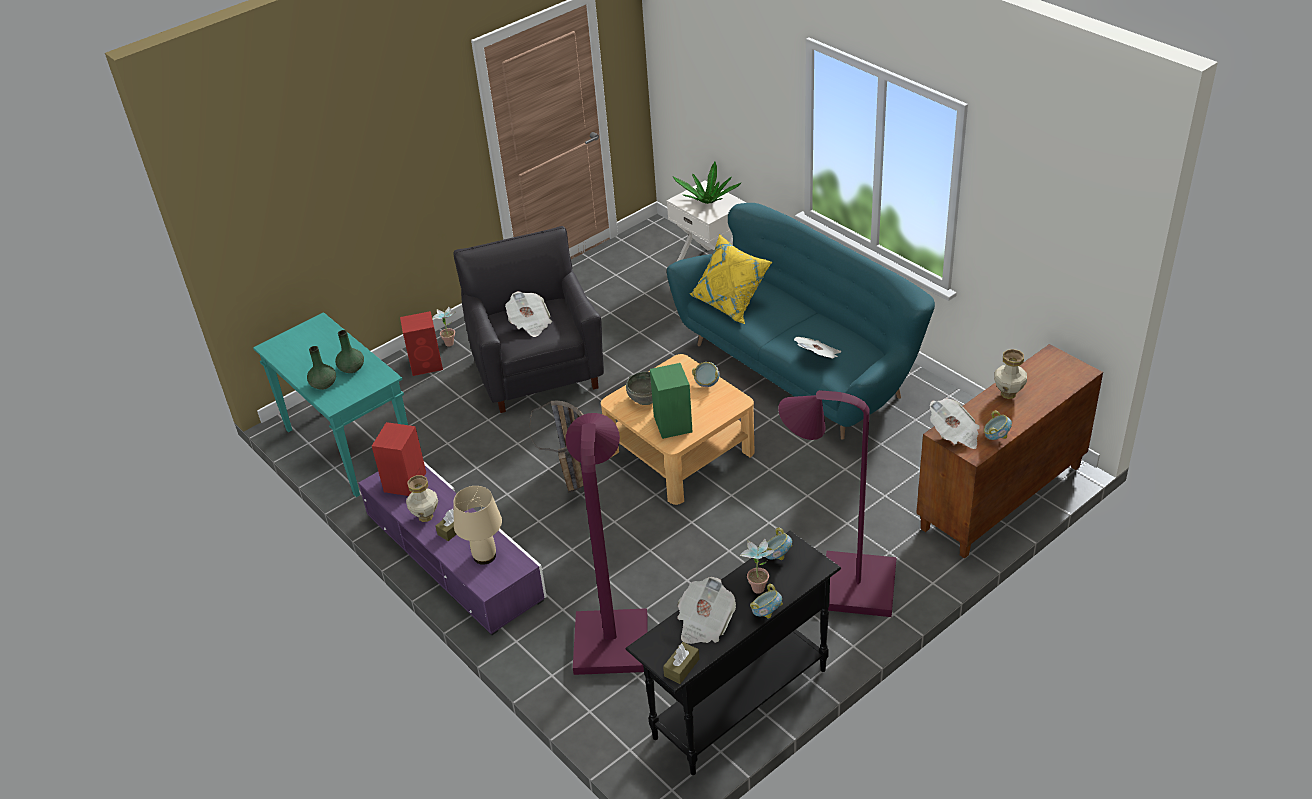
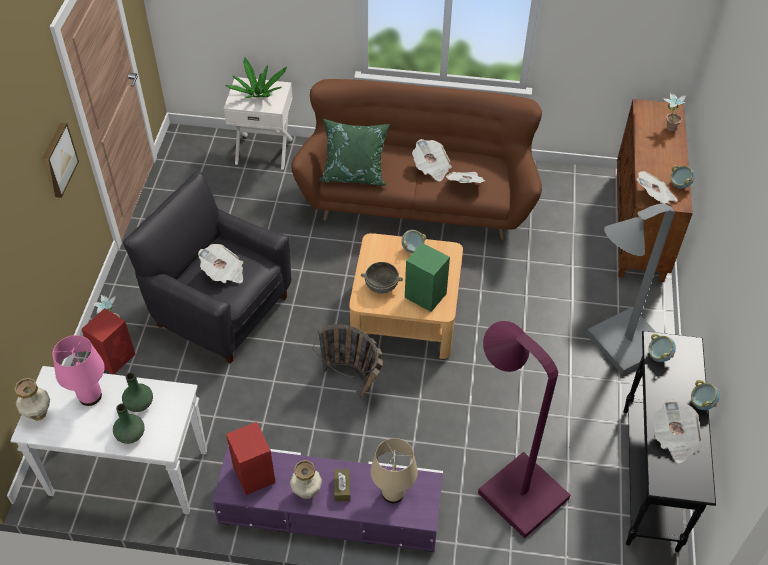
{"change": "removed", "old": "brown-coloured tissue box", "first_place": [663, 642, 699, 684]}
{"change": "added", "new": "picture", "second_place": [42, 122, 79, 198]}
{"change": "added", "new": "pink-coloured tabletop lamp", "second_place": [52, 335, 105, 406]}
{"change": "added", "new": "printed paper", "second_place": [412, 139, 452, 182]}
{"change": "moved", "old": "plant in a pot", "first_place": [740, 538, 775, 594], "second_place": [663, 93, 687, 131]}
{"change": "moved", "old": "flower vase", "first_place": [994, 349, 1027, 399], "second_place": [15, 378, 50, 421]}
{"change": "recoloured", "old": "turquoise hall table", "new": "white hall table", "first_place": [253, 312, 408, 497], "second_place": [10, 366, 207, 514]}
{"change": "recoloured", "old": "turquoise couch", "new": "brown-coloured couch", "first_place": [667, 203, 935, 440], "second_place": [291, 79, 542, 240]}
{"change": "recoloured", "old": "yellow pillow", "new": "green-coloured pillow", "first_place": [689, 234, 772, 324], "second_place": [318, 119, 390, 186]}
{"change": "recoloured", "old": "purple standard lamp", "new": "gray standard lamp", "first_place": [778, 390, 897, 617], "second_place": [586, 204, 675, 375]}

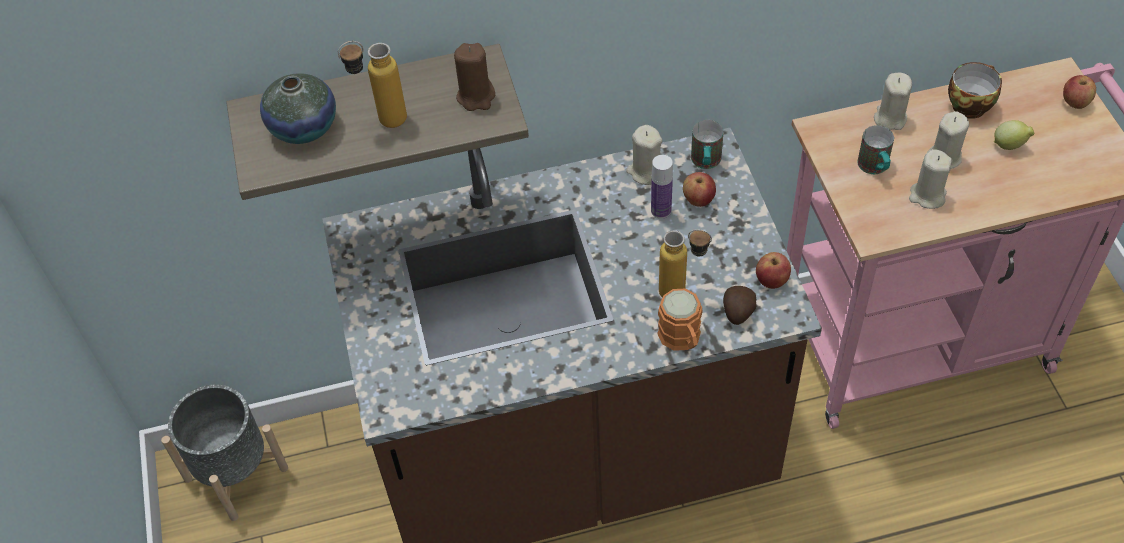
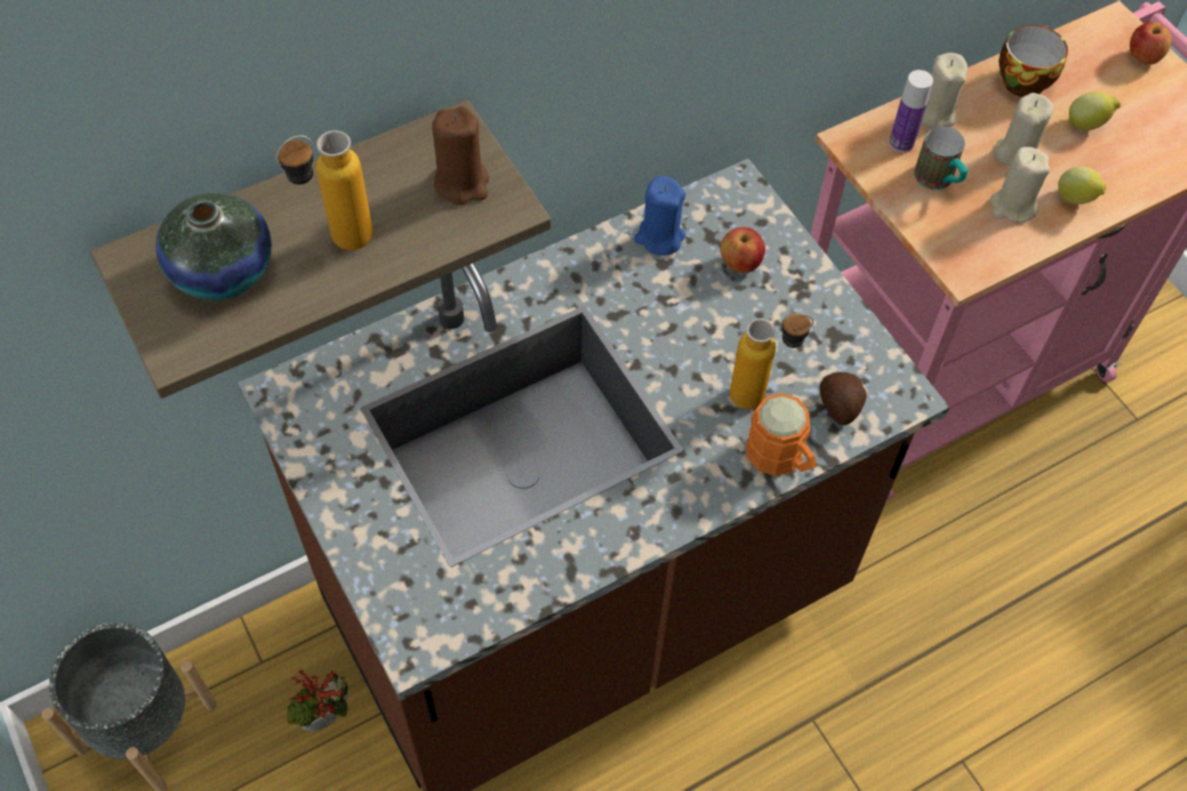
{"change": "removed", "old": "tea mug", "first_place": [691, 120, 724, 169]}
{"change": "removed", "old": "apple fruit", "first_place": [756, 252, 791, 289]}
{"change": "added", "new": "plant in a pot", "second_place": [286, 670, 348, 732]}
{"change": "added", "new": "lemon", "second_place": [1058, 166, 1106, 204]}
{"change": "moved", "old": "beverage bottle", "first_place": [651, 155, 673, 219], "second_place": [889, 70, 933, 153]}
{"change": "recoloured", "old": "beige wax light", "new": "bluish wax light", "first_place": [626, 125, 662, 185], "second_place": [634, 176, 686, 255]}

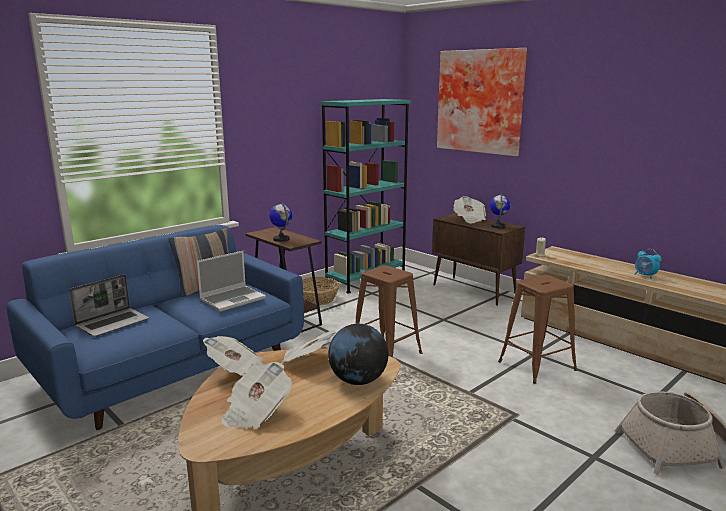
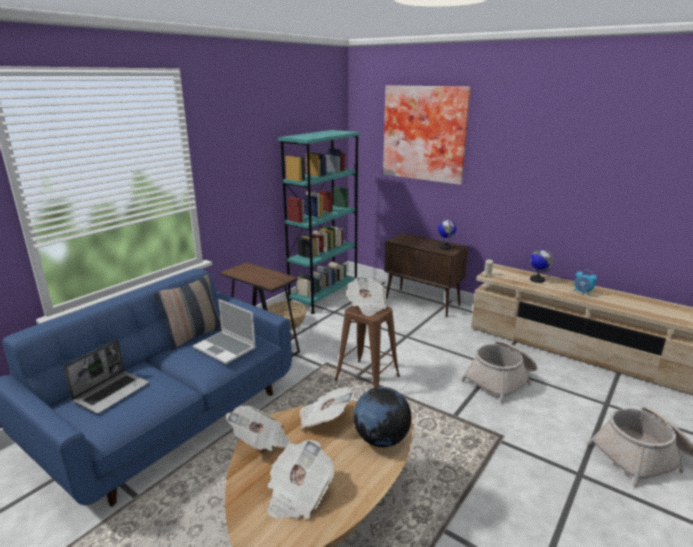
{"change": "moved", "old": "desk globe", "first_place": [269, 202, 292, 242], "second_place": [530, 249, 554, 283]}
{"change": "moved", "old": "printed paper", "first_place": [453, 196, 486, 223], "second_place": [347, 276, 387, 316]}
{"change": "replaced", "old": "brown-coloured stool seat", "new": "household basket", "first_place": [498, 275, 577, 384], "second_place": [461, 341, 537, 404]}
{"change": "turned", "old": "portable computer", "first_place": [197, 251, 266, 311], "second_place": [193, 299, 256, 364], "degrees": 90}

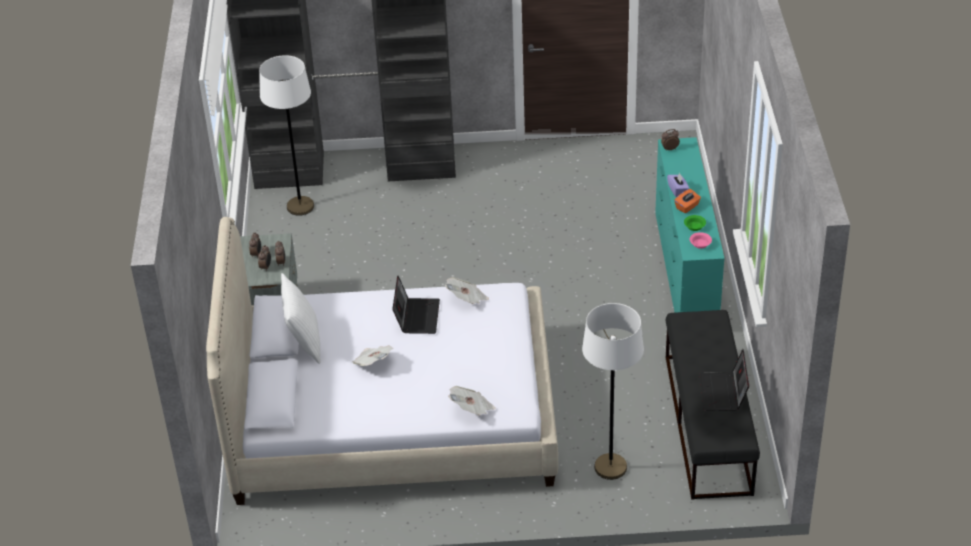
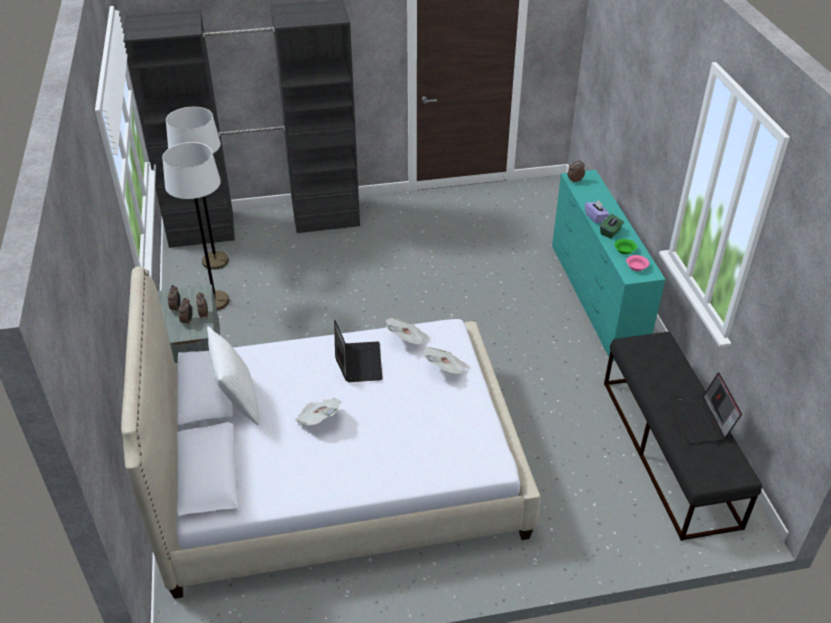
{"change": "moved", "old": "printed paper", "first_place": [448, 386, 496, 415], "second_place": [423, 347, 470, 375]}
{"change": "moved", "old": "white standard lamp", "first_place": [582, 303, 644, 480], "second_place": [162, 142, 229, 310]}
{"change": "recoloured", "old": "orange-coloured tissue box", "new": "green-coloured tissue box", "first_place": [674, 189, 701, 213], "second_place": [600, 214, 624, 238]}

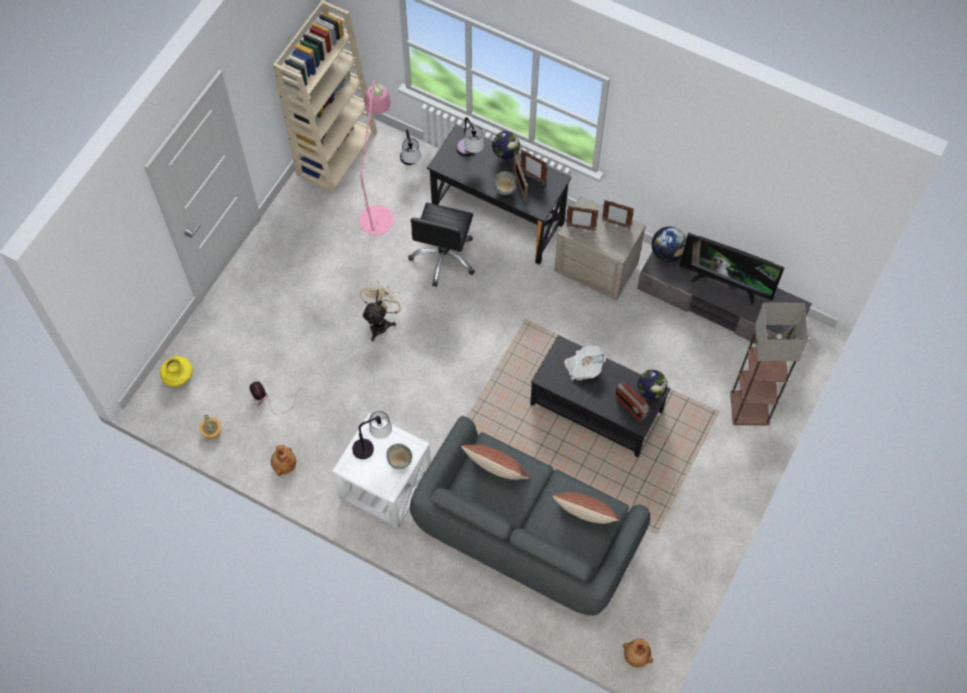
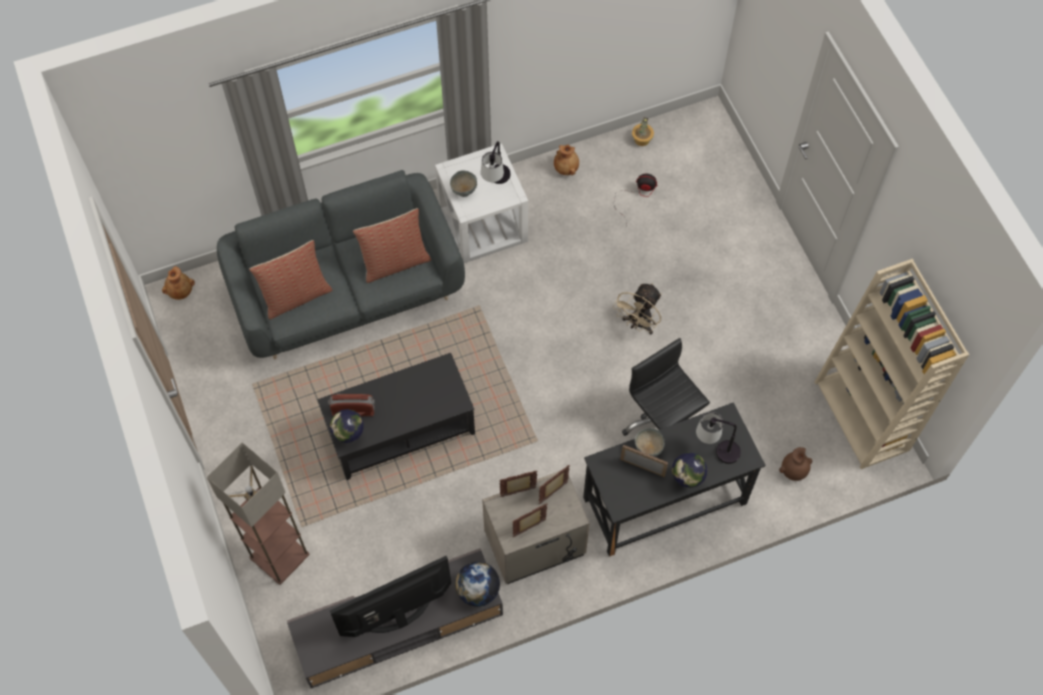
{"change": "removed", "old": "yellow flower vase", "first_place": [160, 356, 193, 387]}
{"change": "removed", "old": "pink-coloured standard lamp", "first_place": [356, 80, 394, 302]}
{"change": "removed", "old": "printed paper", "first_place": [564, 346, 606, 380]}
{"change": "moved", "old": "picture frame", "first_place": [521, 149, 547, 184], "second_place": [499, 471, 538, 497]}
{"change": "replaced", "old": "tabletop lamp", "new": "brown-coloured flower vase", "first_place": [400, 129, 421, 165], "second_place": [779, 447, 813, 481]}
{"change": "turned", "old": "beige fan", "first_place": [360, 281, 404, 341], "second_place": [613, 283, 662, 335], "degrees": 60}

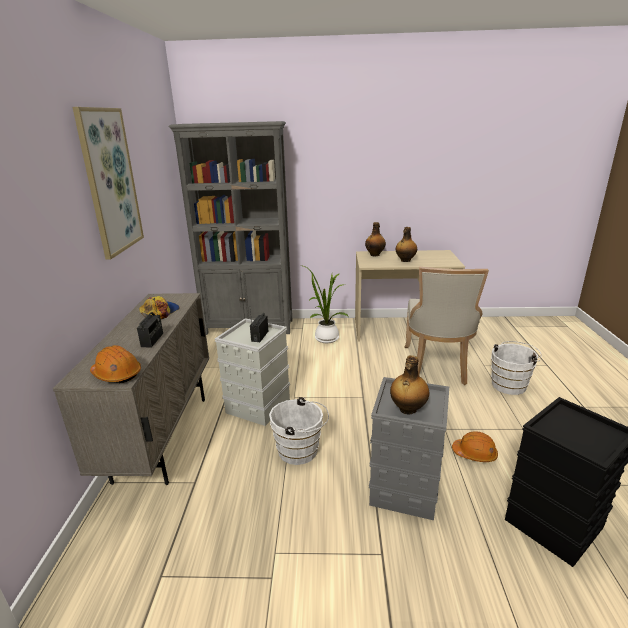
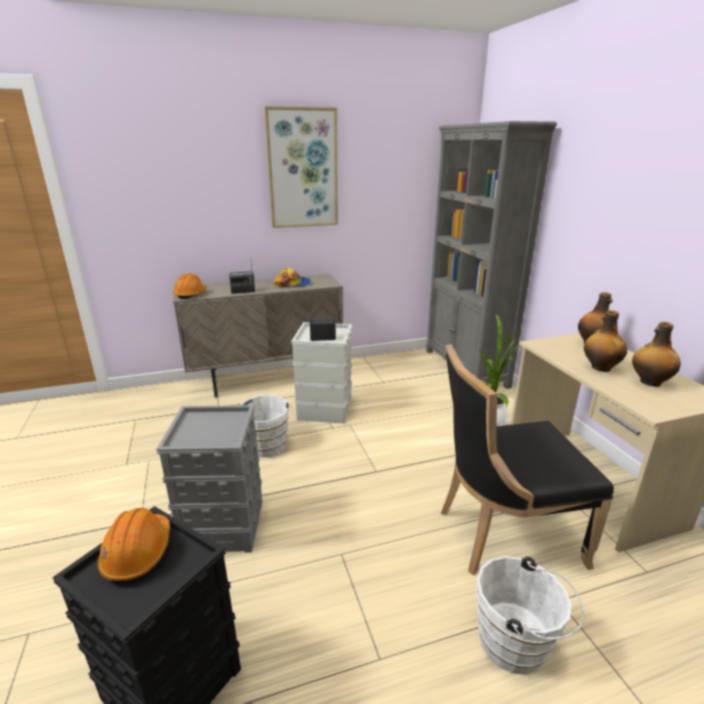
{"change": "moved", "old": "beverage bottle", "first_place": [390, 355, 429, 415], "second_place": [632, 322, 681, 387]}
{"change": "moved", "old": "orange-coloured work helmet", "first_place": [452, 432, 498, 462], "second_place": [97, 508, 170, 581]}
{"change": "recoloured", "old": "beige plain chair", "new": "black-coloured plain chair", "first_place": [404, 267, 489, 385], "second_place": [441, 344, 614, 575]}

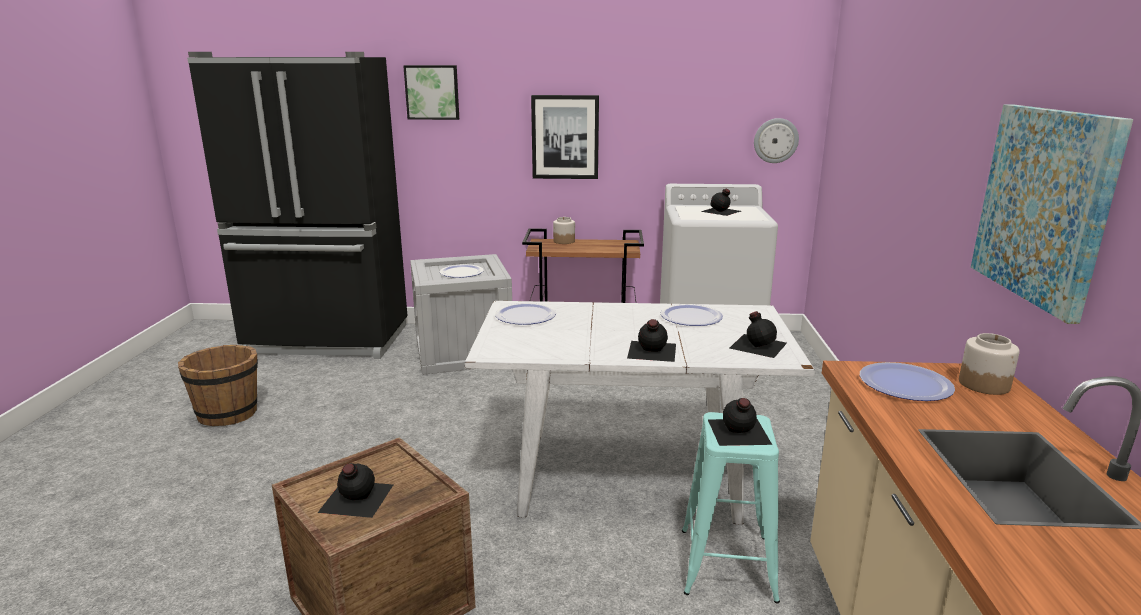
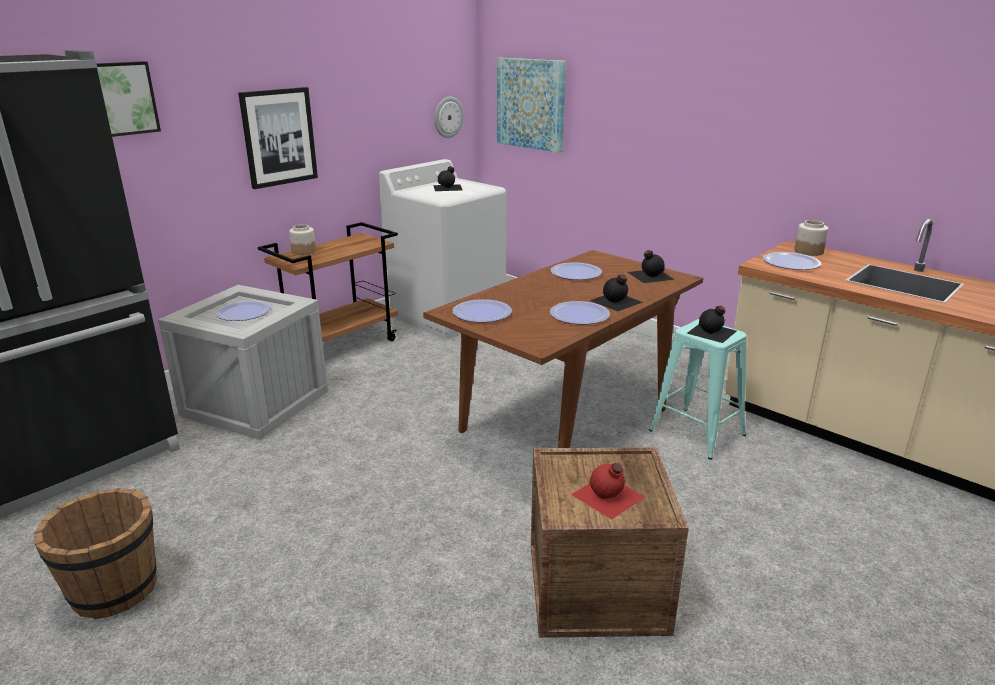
{"change": "added", "new": "dinner plate", "second_place": [550, 301, 610, 325]}
{"change": "moved", "old": "picture", "first_place": [971, 104, 1133, 324], "second_place": [497, 58, 566, 153]}
{"change": "recoloured", "old": "black-coloured beverage bottle", "new": "red-coloured beverage bottle", "first_place": [318, 463, 393, 518], "second_place": [571, 463, 645, 520]}
{"change": "recoloured", "old": "white dining table", "new": "brown-coloured dining table", "first_place": [465, 301, 815, 525], "second_place": [423, 250, 703, 448]}

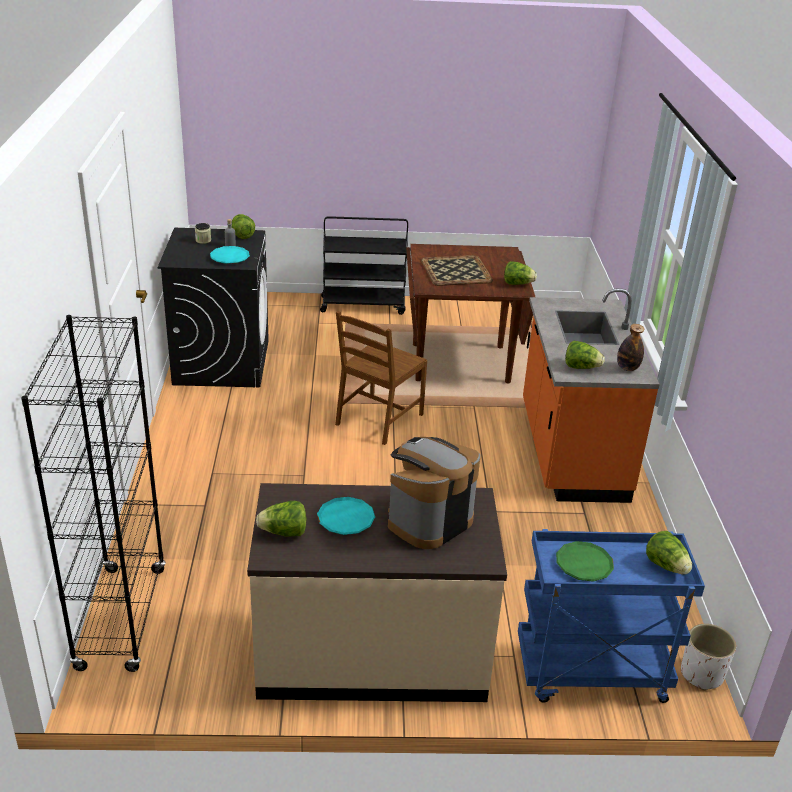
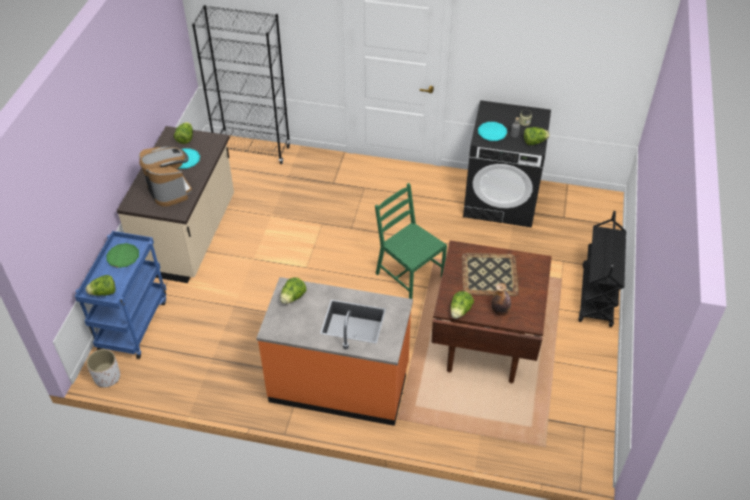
{"change": "moved", "old": "beverage bottle", "first_place": [617, 324, 644, 371], "second_place": [492, 283, 511, 315]}
{"change": "recoloured", "old": "brown-coloured plain chair", "new": "green-coloured plain chair", "first_place": [335, 311, 427, 445], "second_place": [375, 183, 447, 299]}

